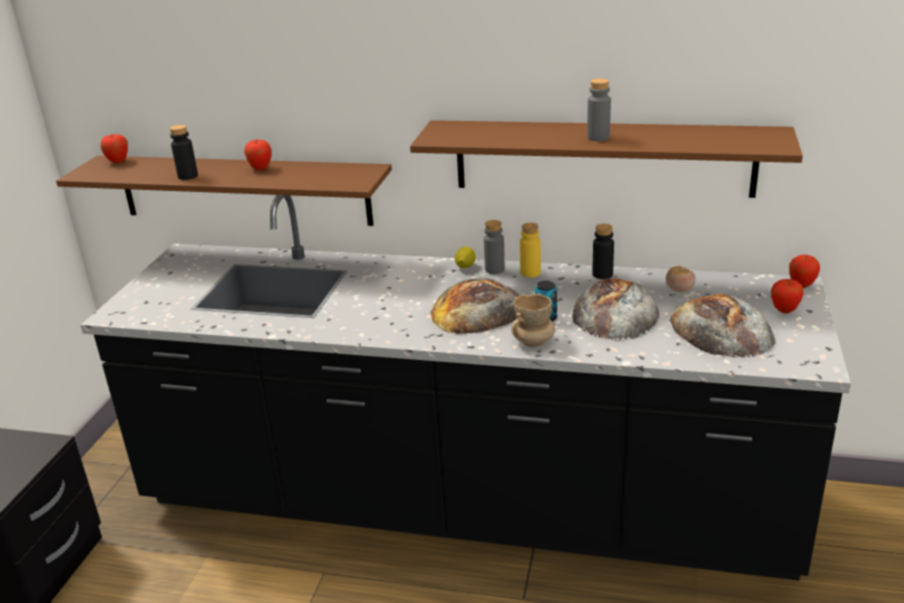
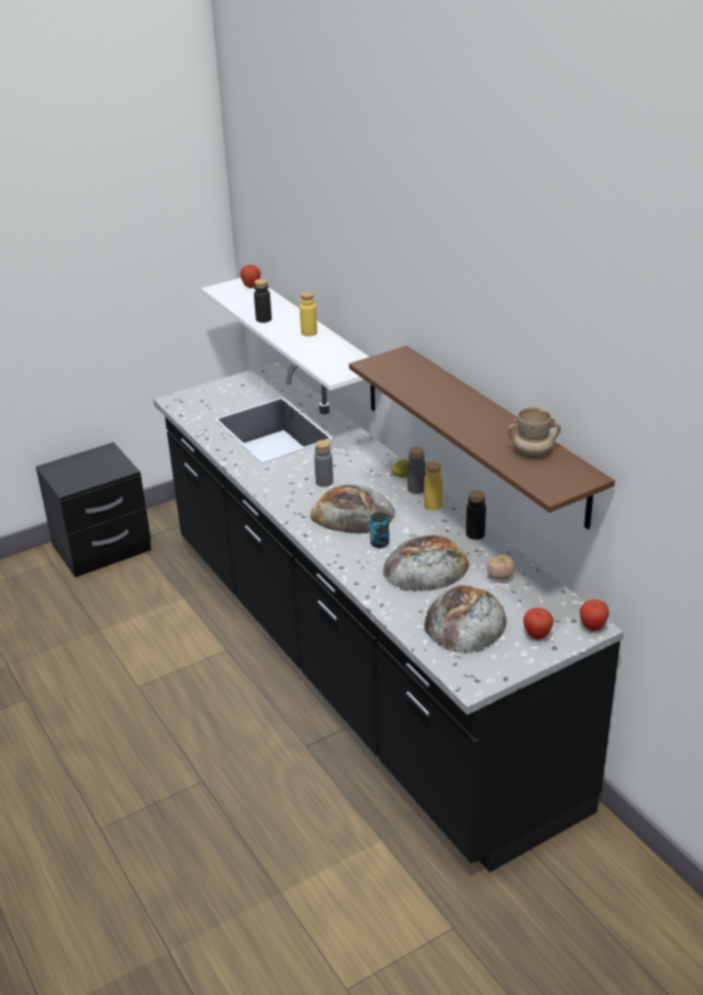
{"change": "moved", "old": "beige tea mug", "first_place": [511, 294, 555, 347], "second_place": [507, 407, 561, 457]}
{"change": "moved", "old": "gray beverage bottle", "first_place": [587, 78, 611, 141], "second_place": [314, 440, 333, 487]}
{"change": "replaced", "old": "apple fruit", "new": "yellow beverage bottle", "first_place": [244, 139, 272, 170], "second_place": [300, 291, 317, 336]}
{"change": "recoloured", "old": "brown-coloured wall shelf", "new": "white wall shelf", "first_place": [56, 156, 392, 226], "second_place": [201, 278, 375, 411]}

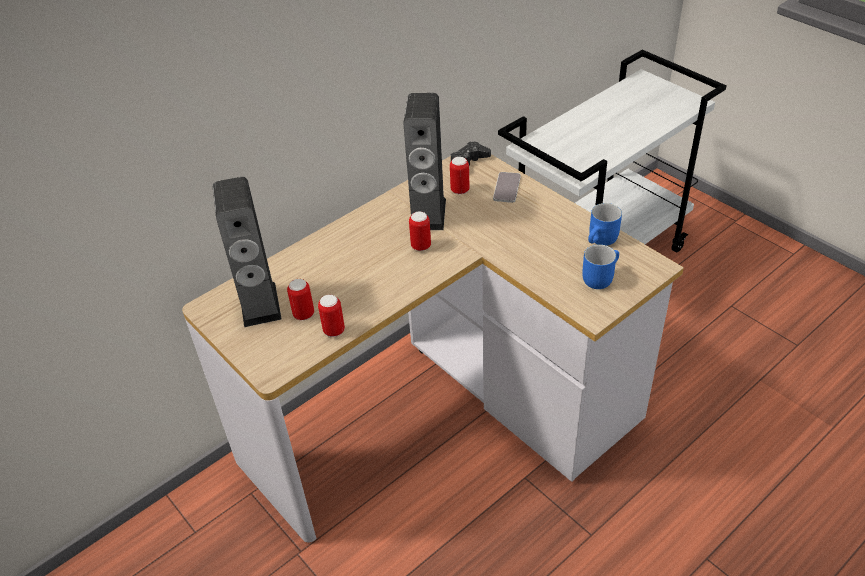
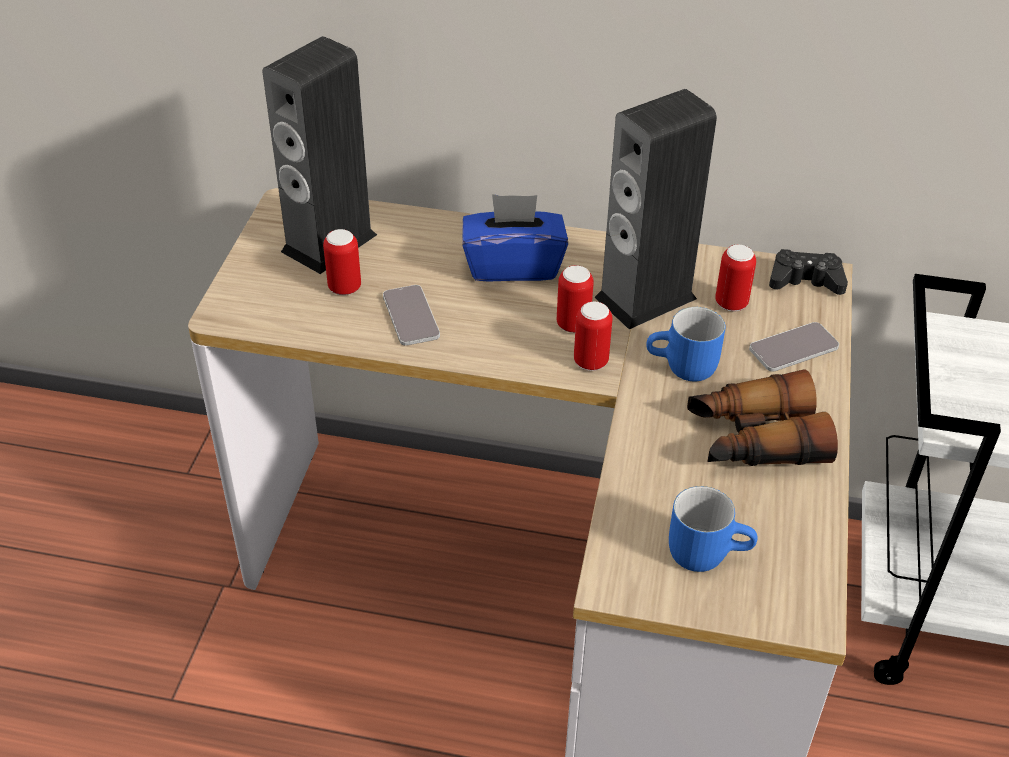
{"change": "added", "new": "telephone", "second_place": [383, 285, 440, 346]}
{"change": "added", "new": "bluish tissue box", "second_place": [462, 194, 568, 282]}
{"change": "added", "new": "pair of binoculars", "second_place": [687, 369, 838, 466]}
{"change": "moved", "old": "sealed can", "first_place": [318, 295, 345, 337], "second_place": [574, 301, 613, 371]}
{"change": "moved", "old": "bluish tea mug", "first_place": [588, 203, 622, 246], "second_place": [646, 307, 725, 381]}

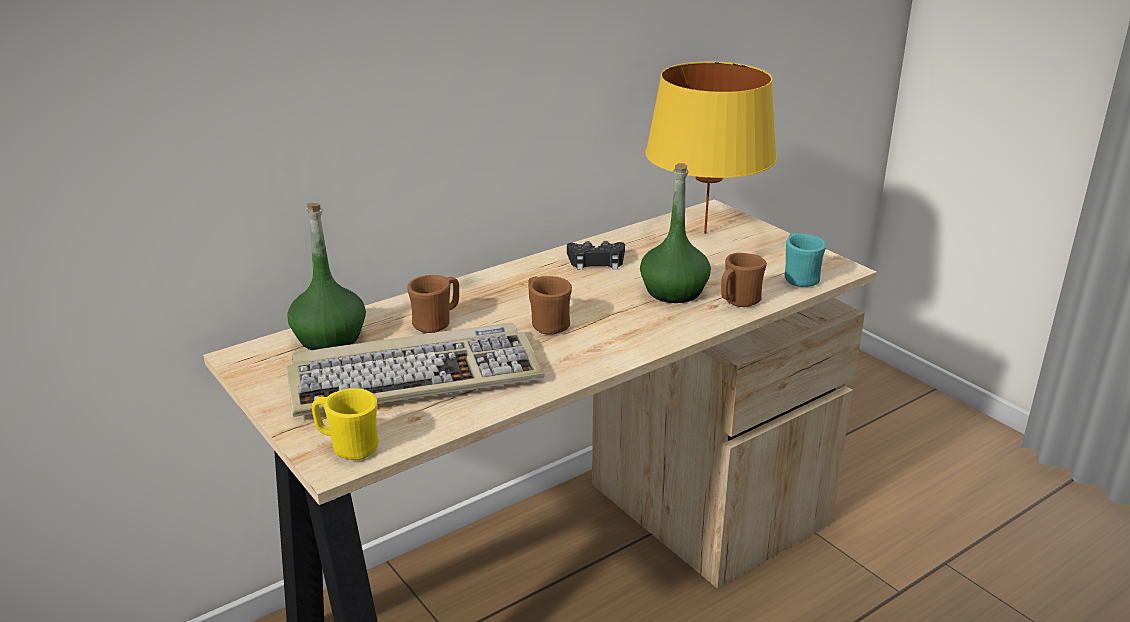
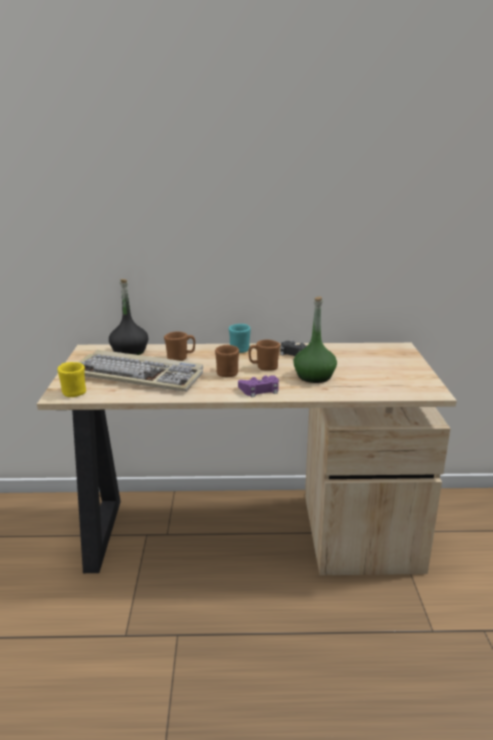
{"change": "removed", "old": "yellow tabletop lamp", "first_place": [645, 62, 777, 234]}
{"change": "added", "new": "purple joypad", "second_place": [238, 375, 279, 398]}
{"change": "moved", "old": "brown-coloured tea mug", "first_place": [721, 253, 767, 307], "second_place": [248, 339, 280, 371]}
{"change": "moved", "old": "turquoise tea mug", "first_place": [785, 233, 826, 287], "second_place": [229, 324, 251, 353]}
{"change": "recoloured", "old": "green-coloured beverage bottle", "new": "black-coloured beverage bottle", "first_place": [287, 203, 366, 350], "second_place": [109, 279, 148, 355]}

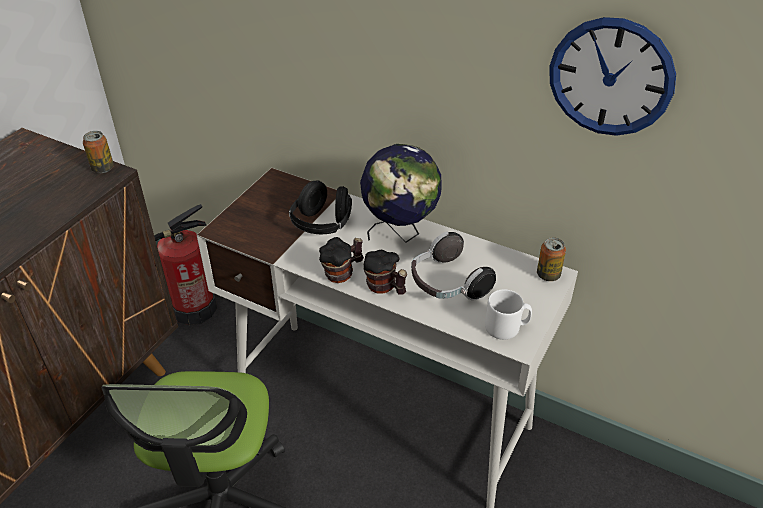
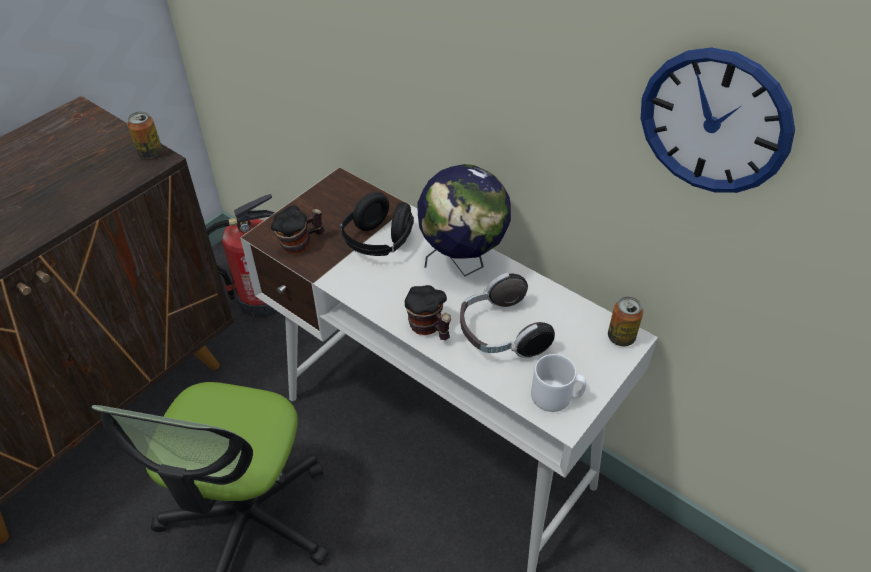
{"change": "moved", "old": "tea mug", "first_place": [319, 237, 364, 283], "second_place": [271, 206, 325, 254]}

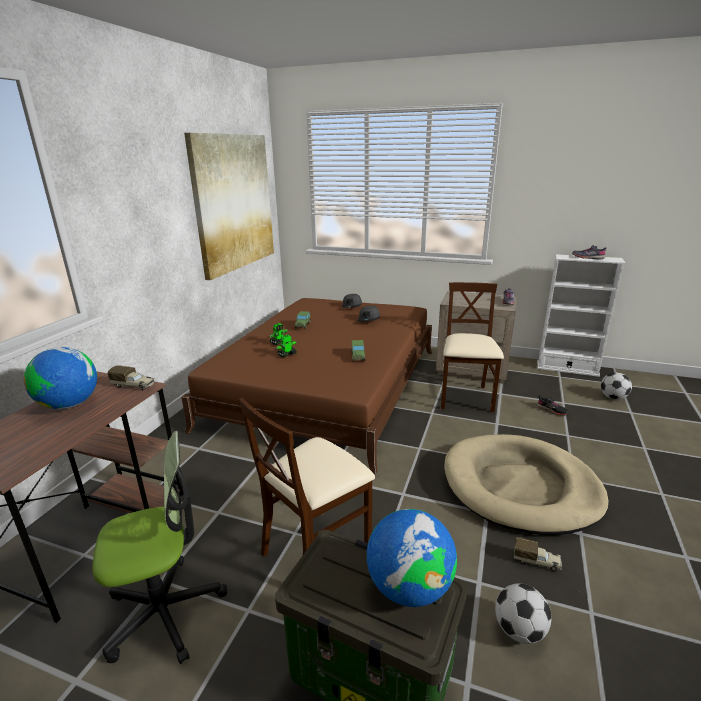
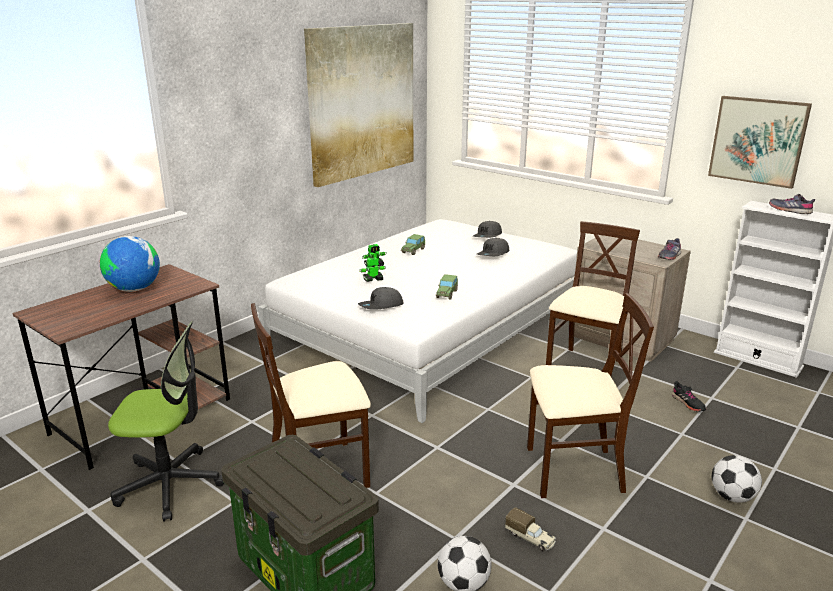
{"change": "removed", "old": "model truck", "first_place": [108, 365, 155, 390]}
{"change": "removed", "old": "desk globe", "first_place": [367, 509, 457, 607]}
{"change": "added", "new": "gray cap", "second_place": [358, 287, 403, 310]}
{"change": "added", "new": "picture", "second_place": [708, 96, 812, 189]}
{"change": "moved", "old": "ball for football", "first_place": [601, 372, 632, 400], "second_place": [712, 455, 762, 503]}
{"change": "replaced", "old": "beige dog bed", "new": "beige plain chair", "first_place": [444, 434, 608, 535], "second_place": [527, 293, 654, 498]}
{"change": "recoloured", "old": "brown-coloured bedroom bed", "new": "white bedroom bed", "first_place": [181, 298, 432, 474], "second_place": [258, 219, 577, 423]}

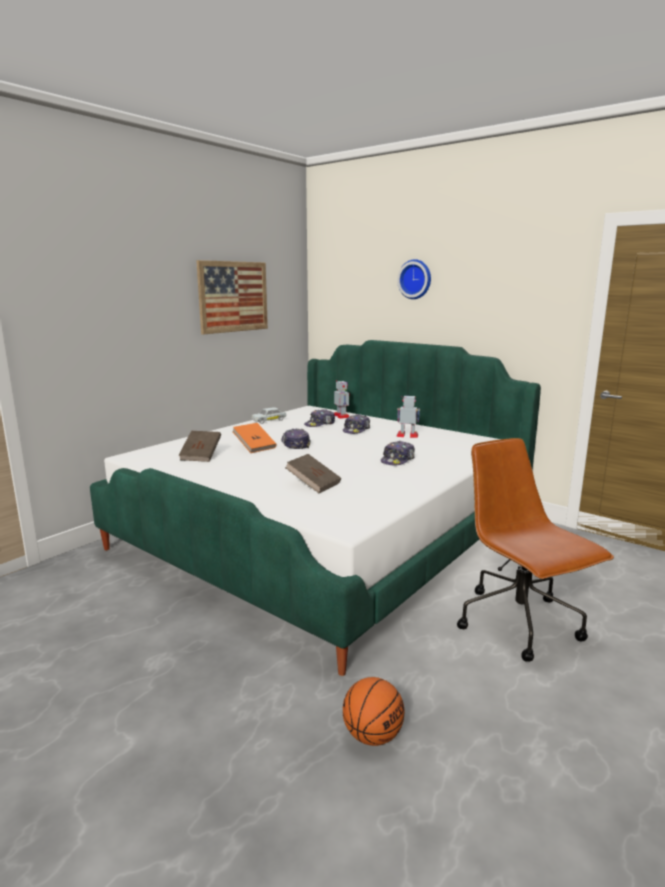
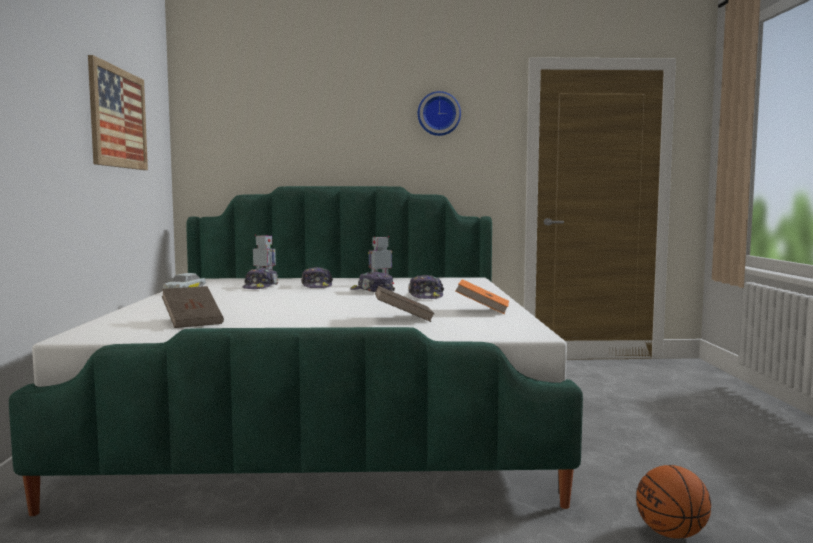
{"change": "removed", "old": "brown-coloured office chair", "first_place": [457, 438, 614, 662]}
{"change": "moved", "old": "orange-coloured book", "first_place": [232, 423, 277, 453], "second_place": [455, 279, 509, 314]}
{"change": "moved", "old": "cap", "first_place": [281, 429, 310, 449], "second_place": [350, 271, 395, 292]}
{"change": "moved", "old": "wall clock", "first_place": [397, 259, 431, 299], "second_place": [418, 91, 461, 136]}

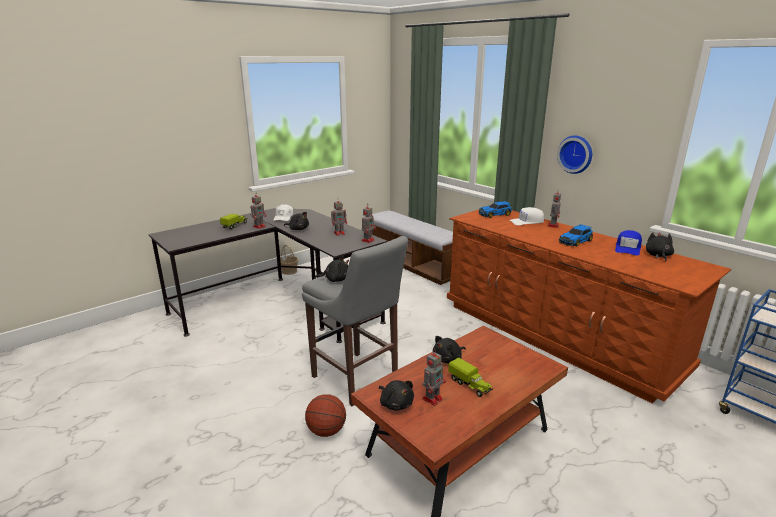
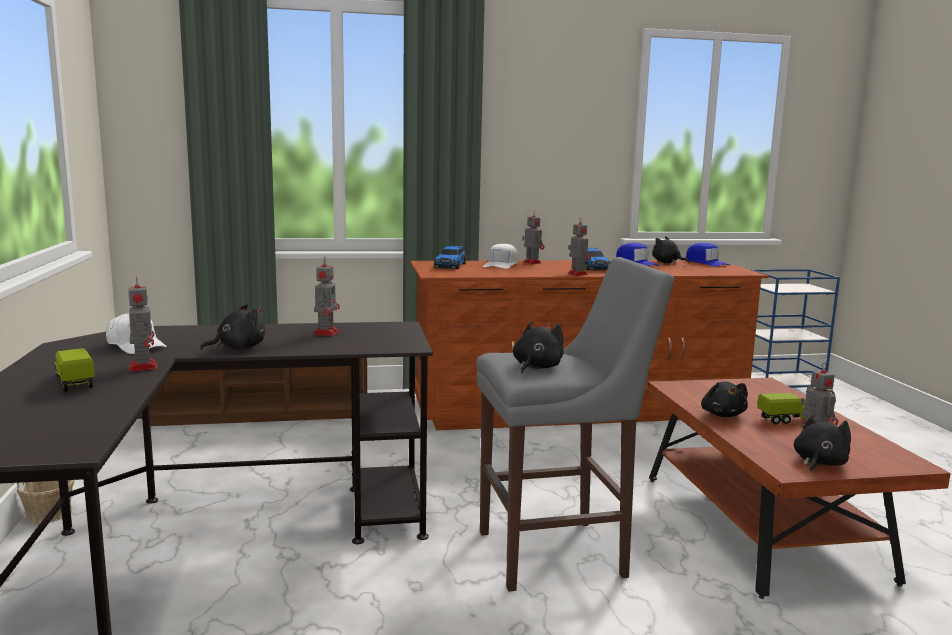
{"change": "removed", "old": "ball for basketball", "first_place": [305, 394, 346, 437]}
{"change": "removed", "old": "wall clock", "first_place": [557, 136, 592, 174]}
{"change": "added", "new": "bluish cap", "second_place": [686, 243, 730, 267]}
{"change": "moved", "old": "robot figure", "first_place": [361, 207, 376, 243], "second_place": [568, 217, 591, 276]}
{"change": "turned", "old": "black-coloured plush toy", "first_place": [379, 380, 414, 411], "second_place": [794, 414, 851, 473], "degrees": -45}

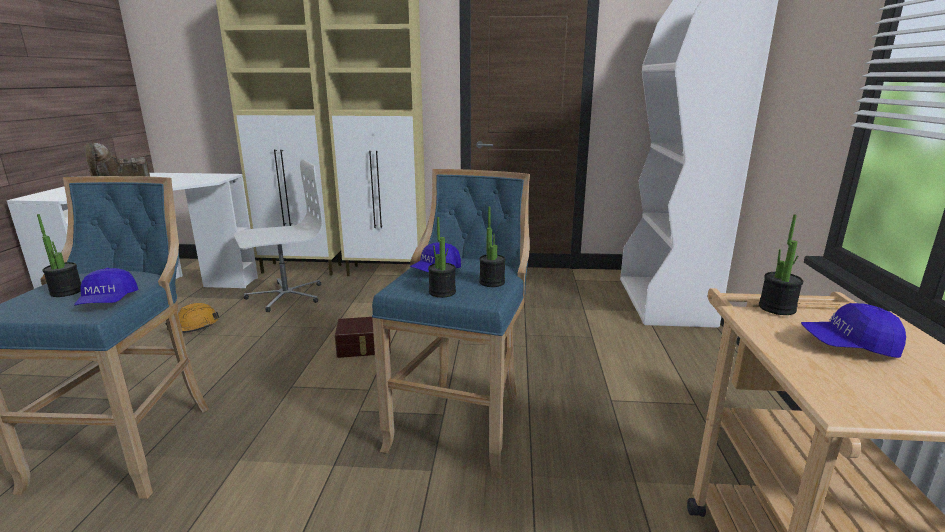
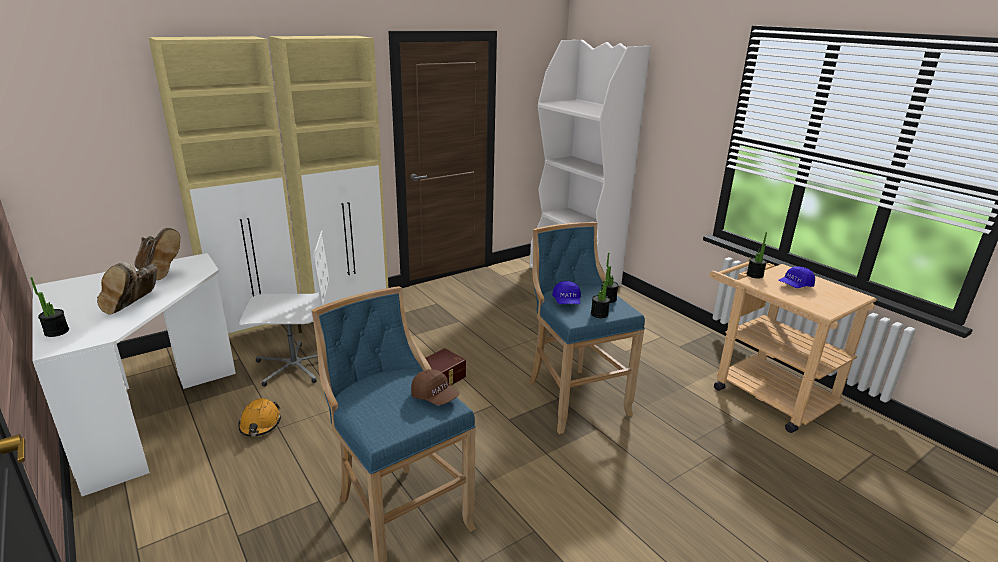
{"change": "added", "new": "brown-coloured high-top boot", "second_place": [134, 228, 180, 280]}
{"change": "moved", "old": "plant in a pot", "first_place": [37, 214, 81, 297], "second_place": [30, 277, 69, 337]}
{"change": "recoloured", "old": "bluish cap", "new": "brown-coloured cap", "first_place": [74, 268, 138, 305], "second_place": [411, 369, 459, 405]}
{"change": "turned", "old": "white office chair", "first_place": [234, 159, 323, 312], "second_place": [239, 230, 329, 387], "degrees": 60}

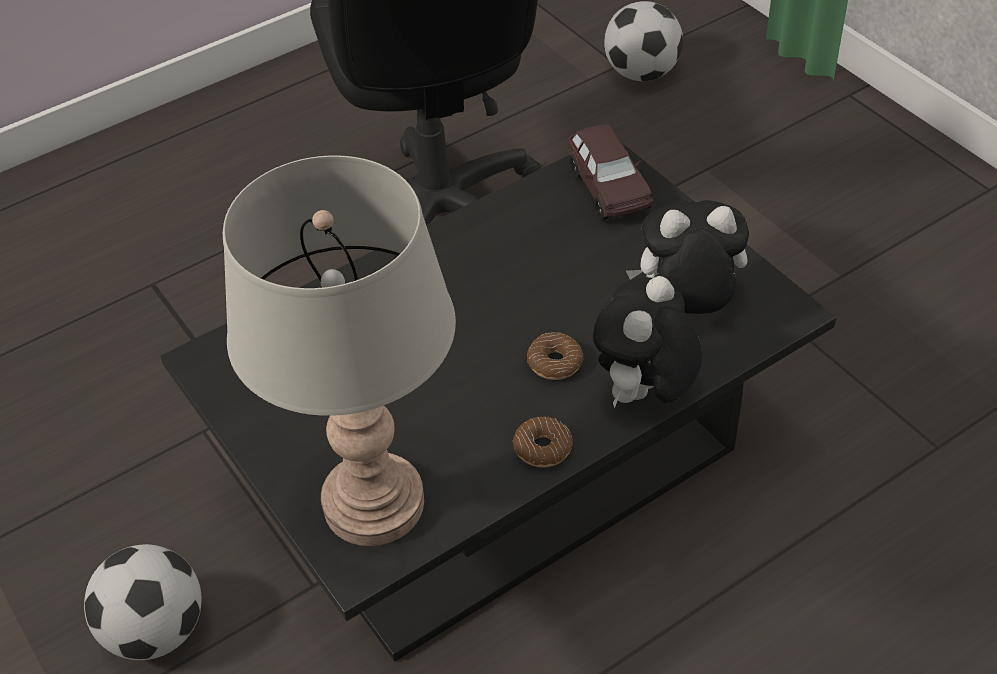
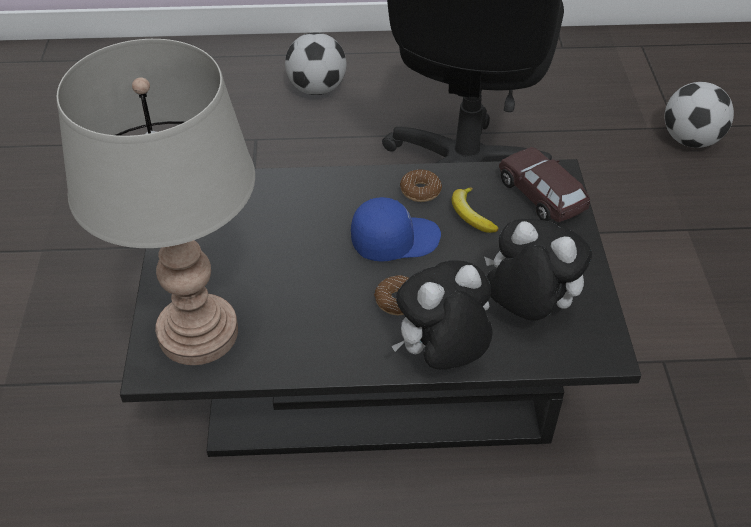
{"change": "added", "new": "bluish cap", "second_place": [351, 197, 441, 262]}
{"change": "added", "new": "banana", "second_place": [452, 187, 498, 233]}
{"change": "moved", "old": "ball for football", "first_place": [84, 544, 202, 661], "second_place": [285, 32, 346, 95]}
{"change": "moved", "old": "donut", "first_place": [513, 417, 573, 467], "second_place": [400, 169, 442, 202]}
{"change": "turned", "old": "brown-coloured miniature car", "first_place": [568, 124, 654, 221], "second_place": [499, 147, 590, 222], "degrees": 135}

